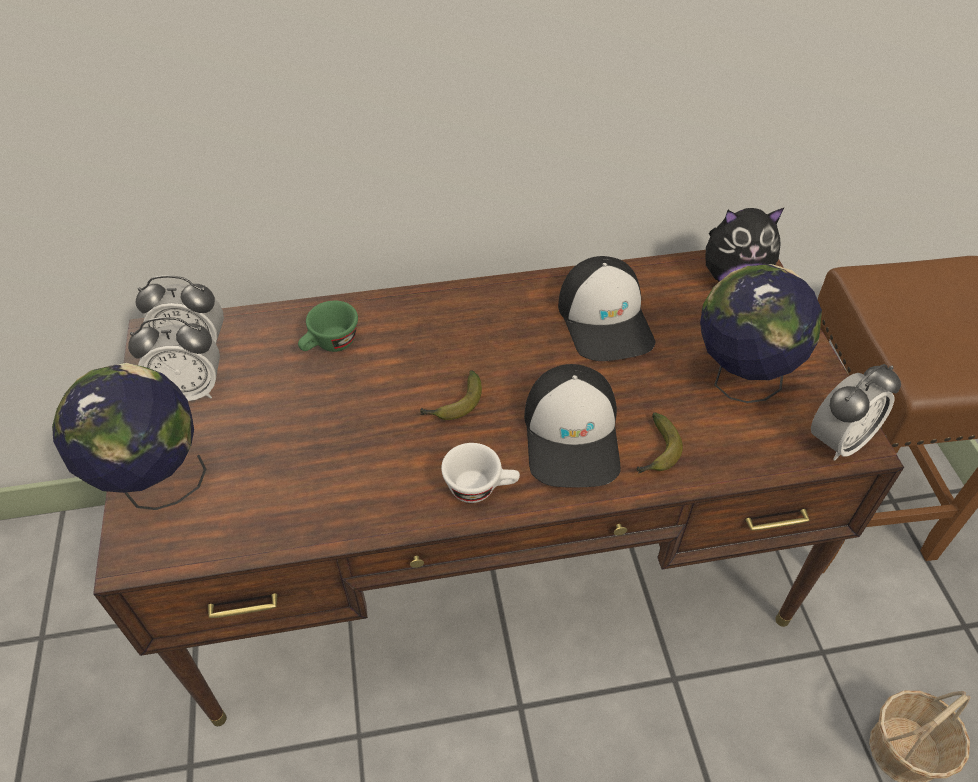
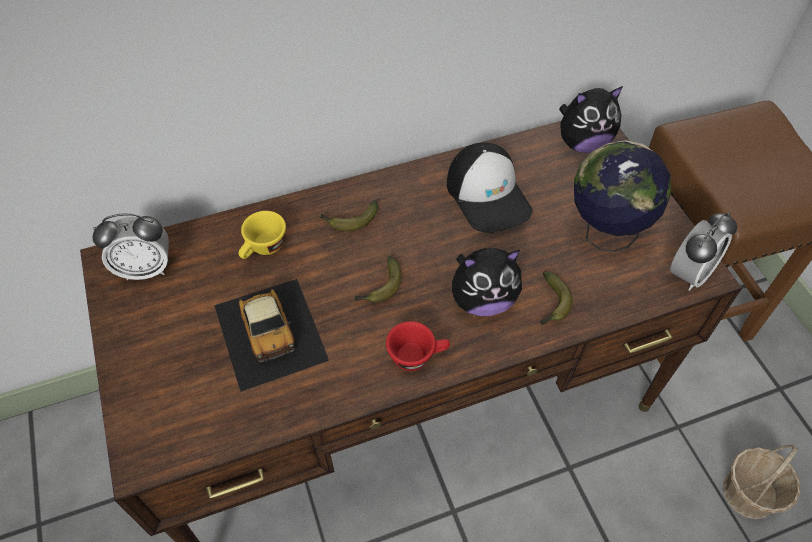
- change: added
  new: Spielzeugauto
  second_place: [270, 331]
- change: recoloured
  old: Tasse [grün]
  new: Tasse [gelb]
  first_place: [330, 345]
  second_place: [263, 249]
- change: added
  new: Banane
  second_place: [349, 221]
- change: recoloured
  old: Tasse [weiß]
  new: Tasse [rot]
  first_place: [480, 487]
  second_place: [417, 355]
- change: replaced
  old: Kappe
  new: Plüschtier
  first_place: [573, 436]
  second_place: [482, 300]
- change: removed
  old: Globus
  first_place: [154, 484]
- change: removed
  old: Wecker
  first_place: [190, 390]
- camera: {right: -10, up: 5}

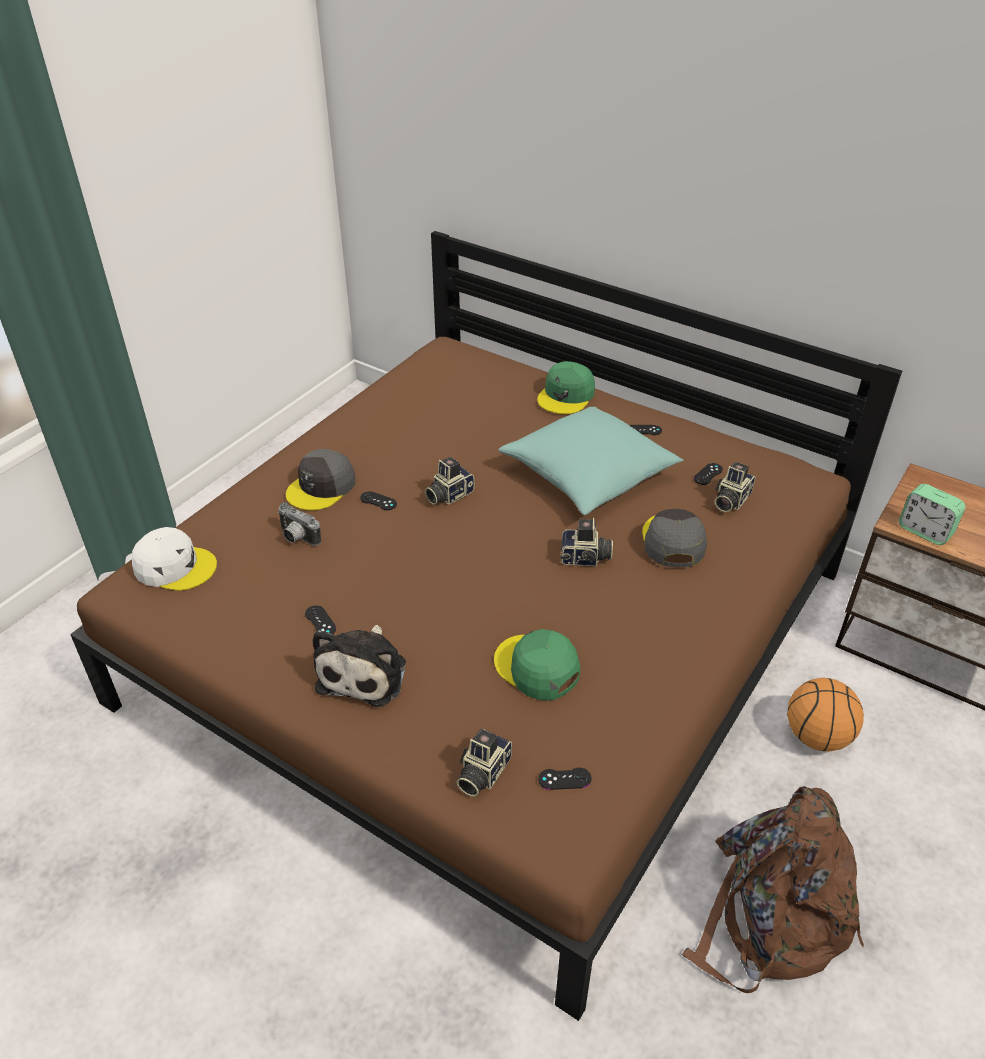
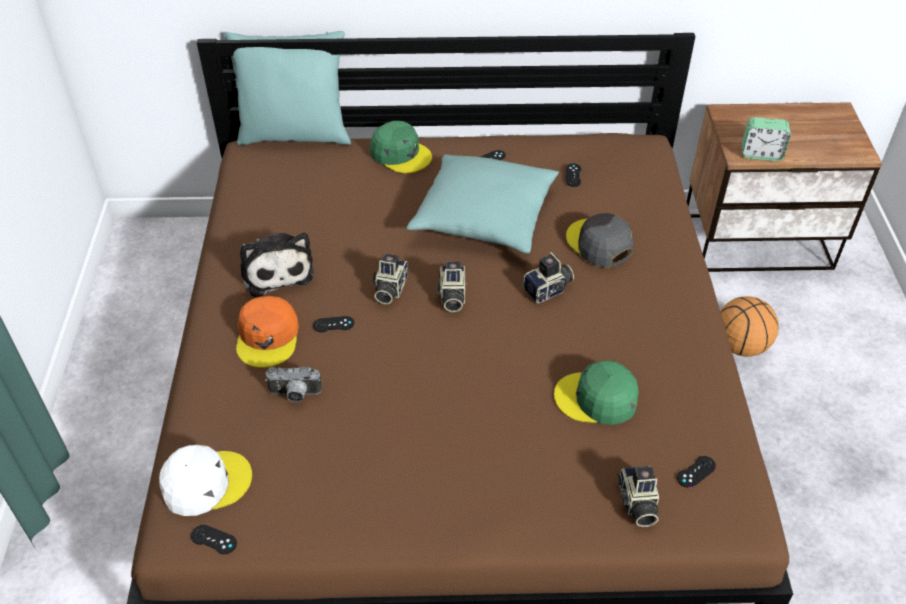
- change: moved
  old: Gamepad [schwarz]
  first_place: [320, 621]
  second_place: [214, 539]
- change: added
  new: Kissen [türkis]
  second_place: [295, 135]
- change: recoloured
  old: Kappe [grau]
  new: Kappe [orange]
  first_place: [322, 487]
  second_place: [268, 337]
- change: moved
  old: Plüschtier
  first_place: [365, 672]
  second_place: [276, 270]
- change: turned
  old: Kappe [grün]
  first_place: [566, 395]
  second_place: [400, 154]
  degrees: -45
- change: moved
  old: Kamera
  first_place: [730, 500]
  second_place: [451, 296]
- change: removed
  old: Rucksack [braun]
  first_place: [770, 915]
- camera: {right: -35, up: 5}

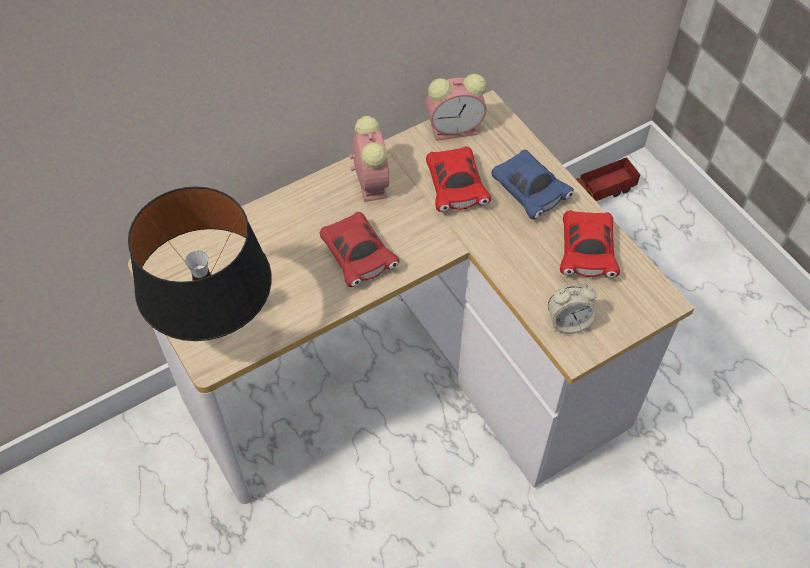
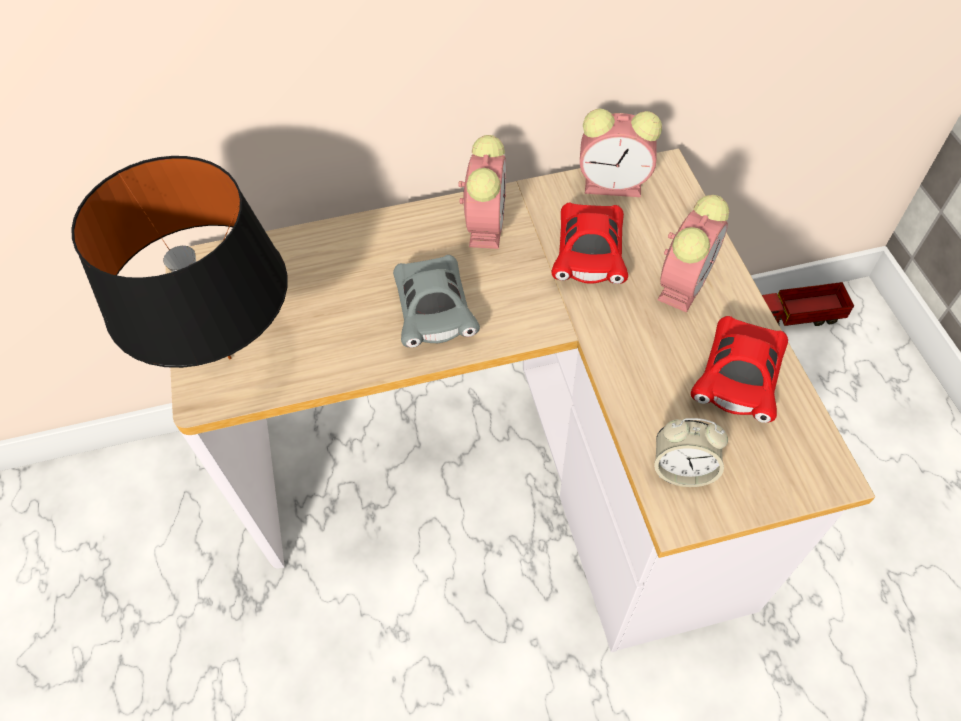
- change: recoloured
  old: Spielzeugauto [rot]
  new: Spielzeugauto [grau]
  first_place: [358, 257]
  second_place: [434, 312]
- change: replaced
  old: Spielzeugauto [blau]
  new: Wecker
  first_place: [529, 193]
  second_place: [684, 283]
- camera: {right: 20, up: 0}

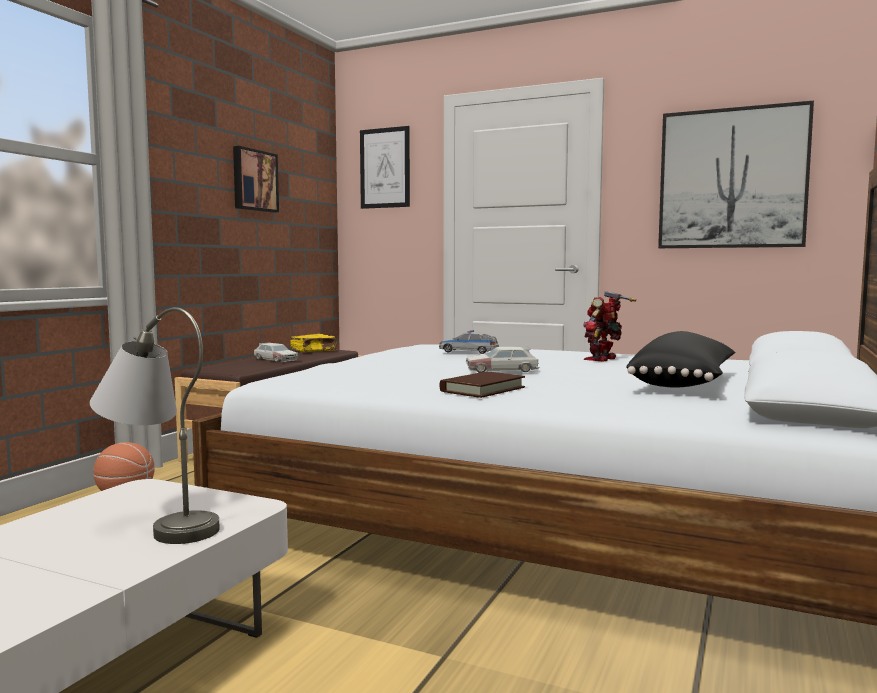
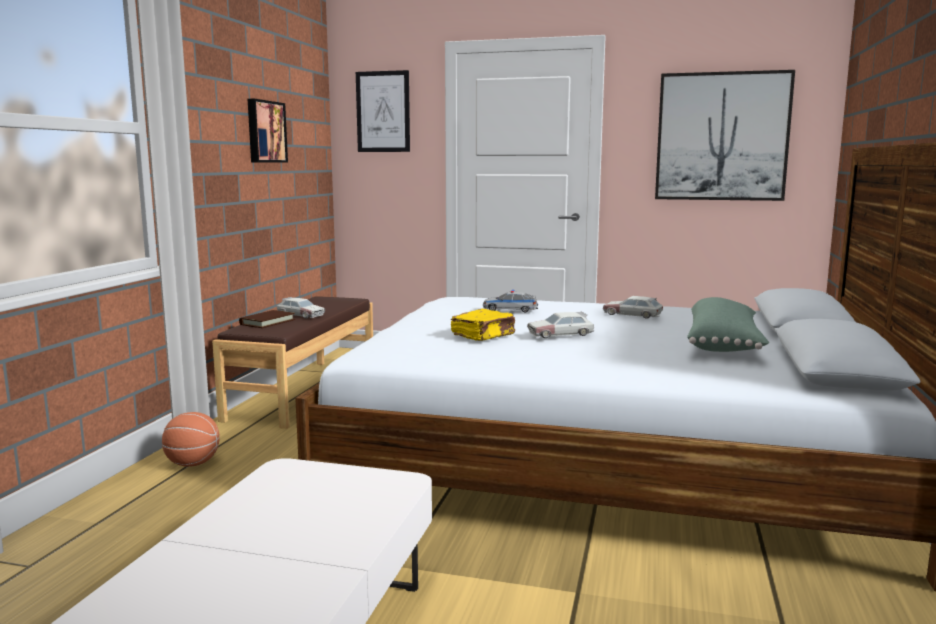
- change: moved
  old: Buch [braun]
  first_place: [482, 389]
  second_place: [267, 322]
- change: moved
  old: Buch [gelb]
  first_place: [314, 351]
  second_place: [484, 336]
- change: replaced
  old: Spielzeugroboter
  new: Spielzeugauto
  first_place: [603, 359]
  second_place: [633, 315]
- change: recoloured
  old: Kissen [schwarz]
  new: Kissen [grün]
  first_place: [685, 384]
  second_place: [724, 344]
- change: removed
  old: Tischlampe [grau]
  first_place: [159, 523]
- camera: {right: -10, up: 5}

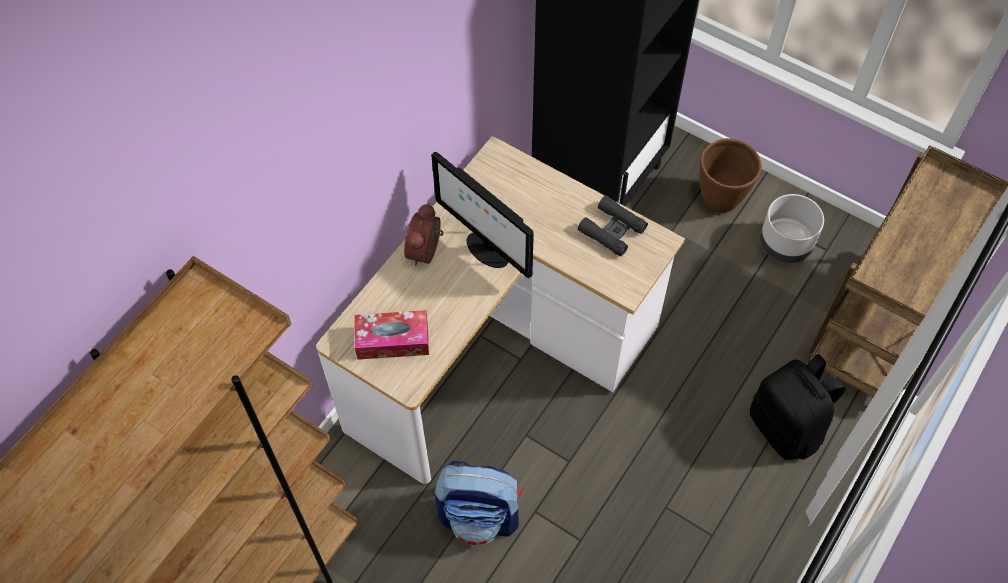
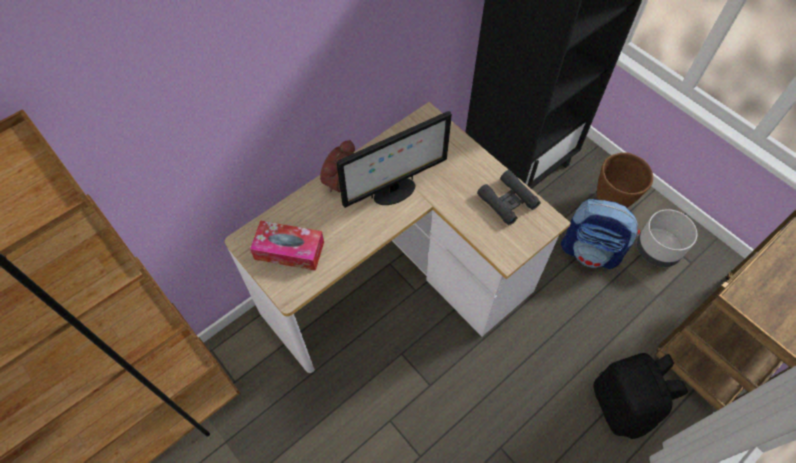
- change: turned
  old: Monitor
  first_place: [486, 249]
  second_place: [394, 192]
  degrees: -90
- change: moved
  old: Rucksack
  first_place: [480, 516]
  second_place: [590, 251]
- camera: {right: 15, up: 0}

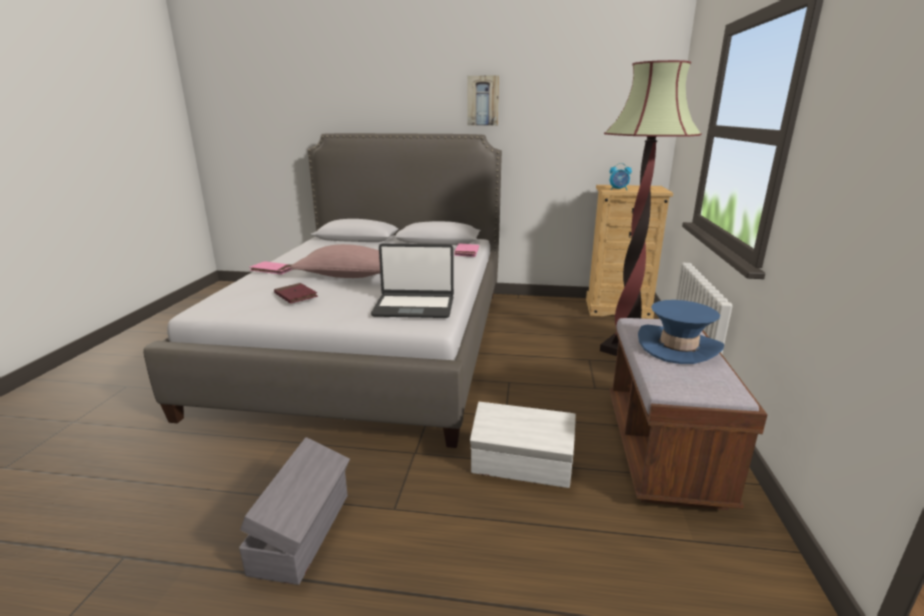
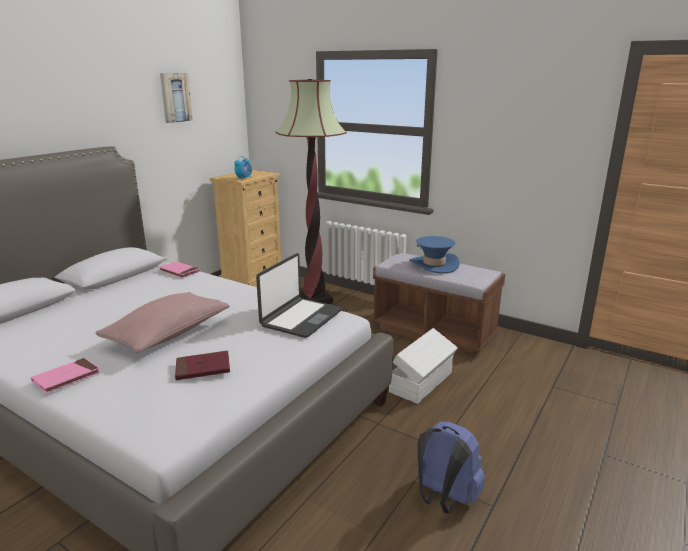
- change: moved
  old: Bild
  first_place: [483, 101]
  second_place: [175, 97]
- change: replaced
  old: Aufbewahrungsbox [grau]
  new: Rucksack [blau]
  first_place: [303, 531]
  second_place: [444, 498]
- camera: {right: -65, up: 0}

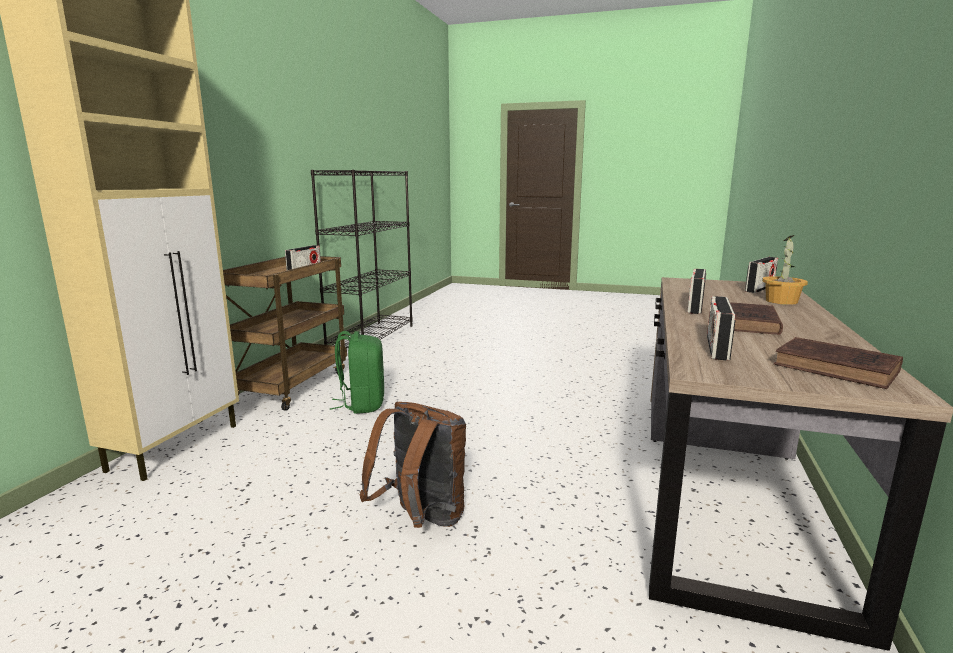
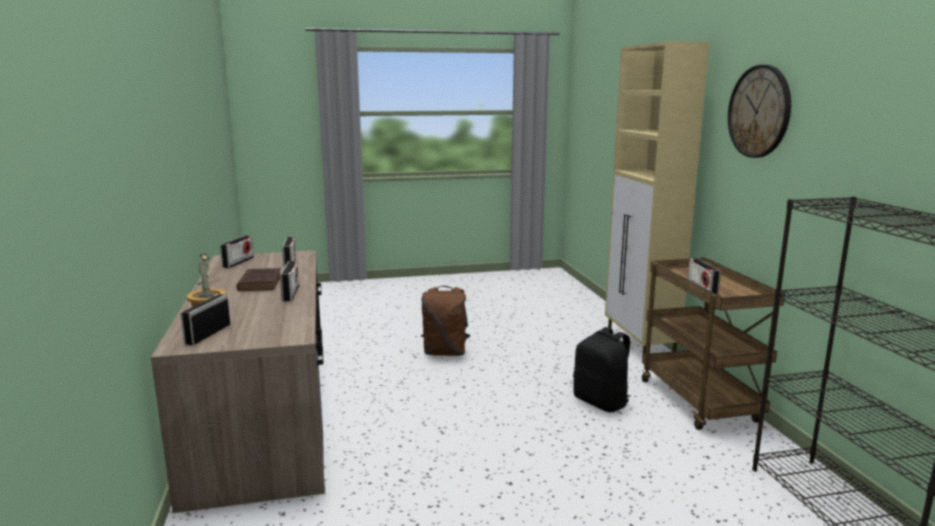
- change: replaced
  old: Buch [braun]
  new: Radio
  first_place: [839, 369]
  second_place: [238, 262]
- change: recoloured
  old: Rucksack [grün]
  new: Rucksack [schwarz]
  first_place: [362, 404]
  second_place: [601, 402]
- change: added
  new: Wanduhr
  second_place: [759, 111]
- camera: {right: 150, up: 0}

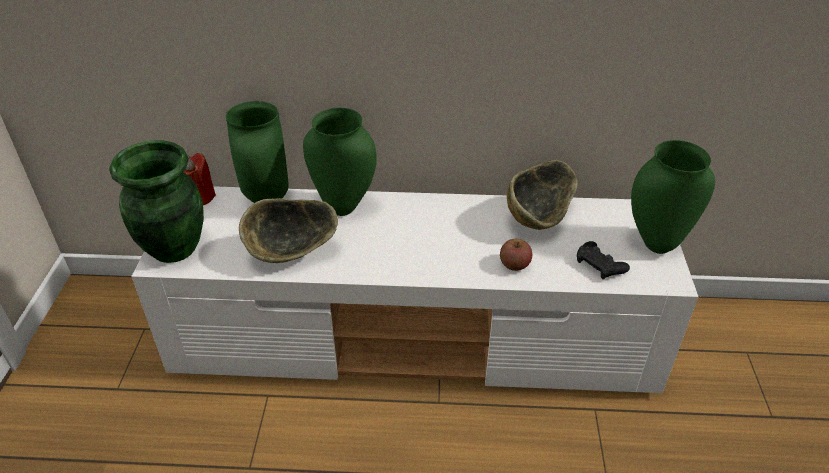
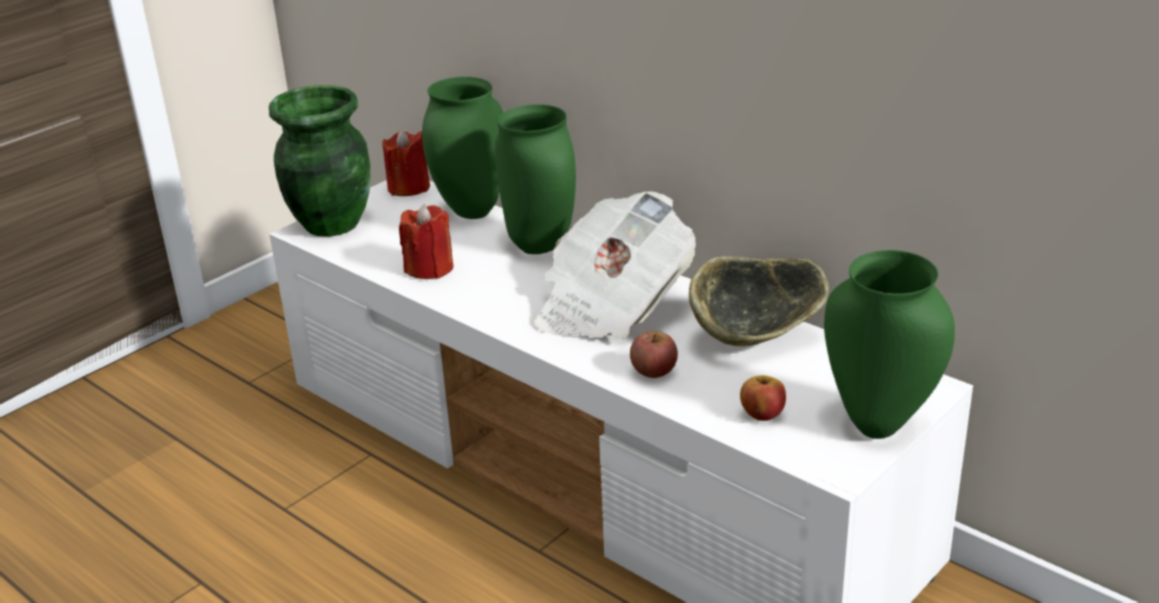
- change: replaced
  old: Schüssel
  new: Kerze [rot]
  first_place: [291, 253]
  second_place: [429, 268]
- change: added
  new: Zeitung
  second_place: [611, 305]
- change: replaced
  old: Gamepad [schwarz]
  new: Apfel
  first_place: [599, 265]
  second_place: [762, 414]
- camera: {right: 40, up: -10}

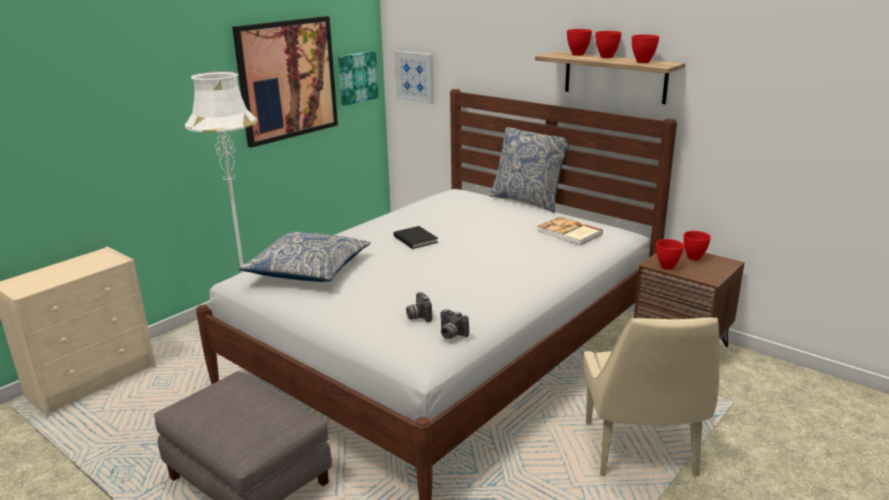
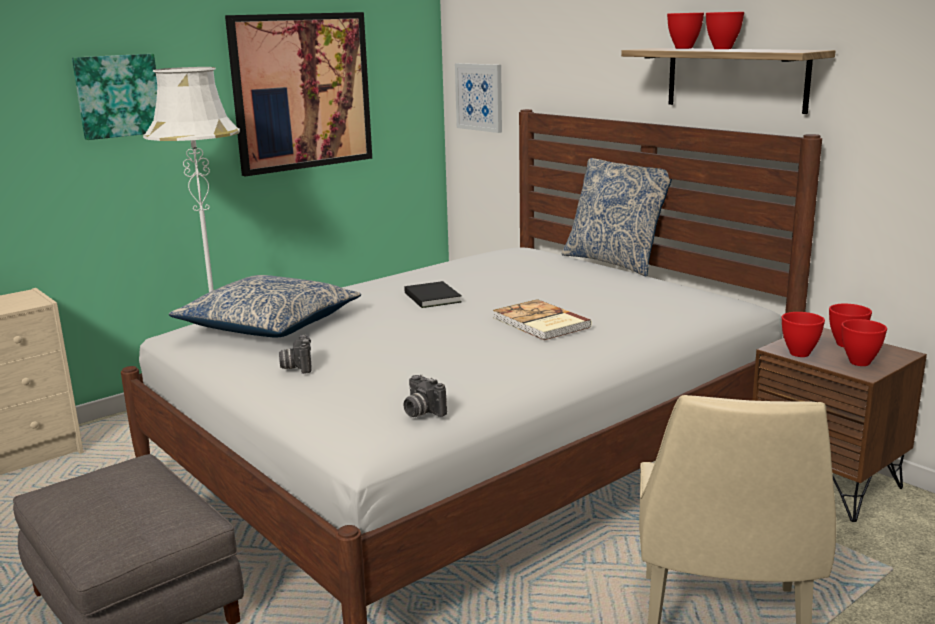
- change: moved
  old: Bild
  first_place: [357, 77]
  second_place: [118, 96]
- change: moved
  old: Kamera
  first_place: [418, 316]
  second_place: [296, 367]
- change: moved
  old: Buch
  first_place: [569, 233]
  second_place: [540, 323]
- change: moved
  old: Schüssel [rot]
  first_place: [642, 62]
  second_place: [859, 362]
- camera: {right: 10, up: -5}

